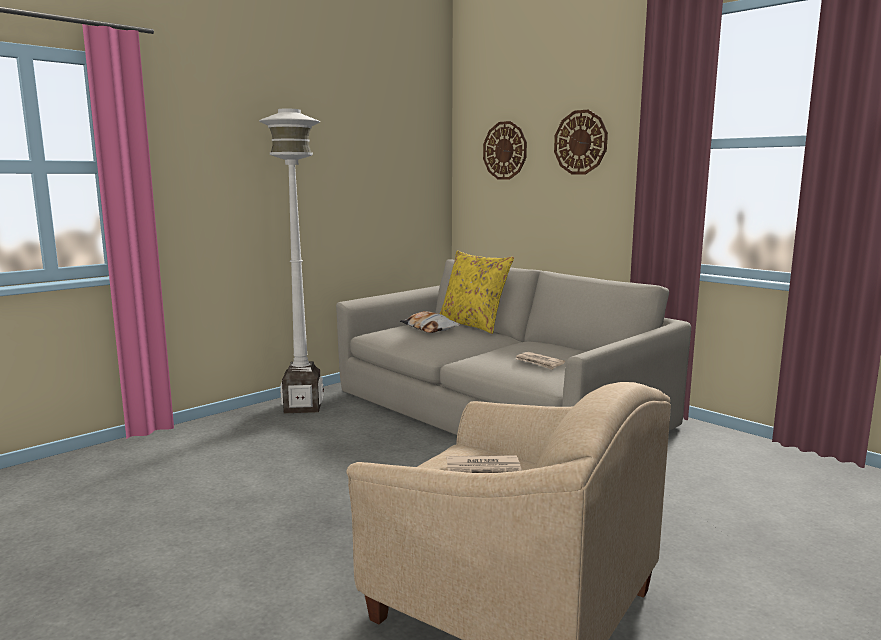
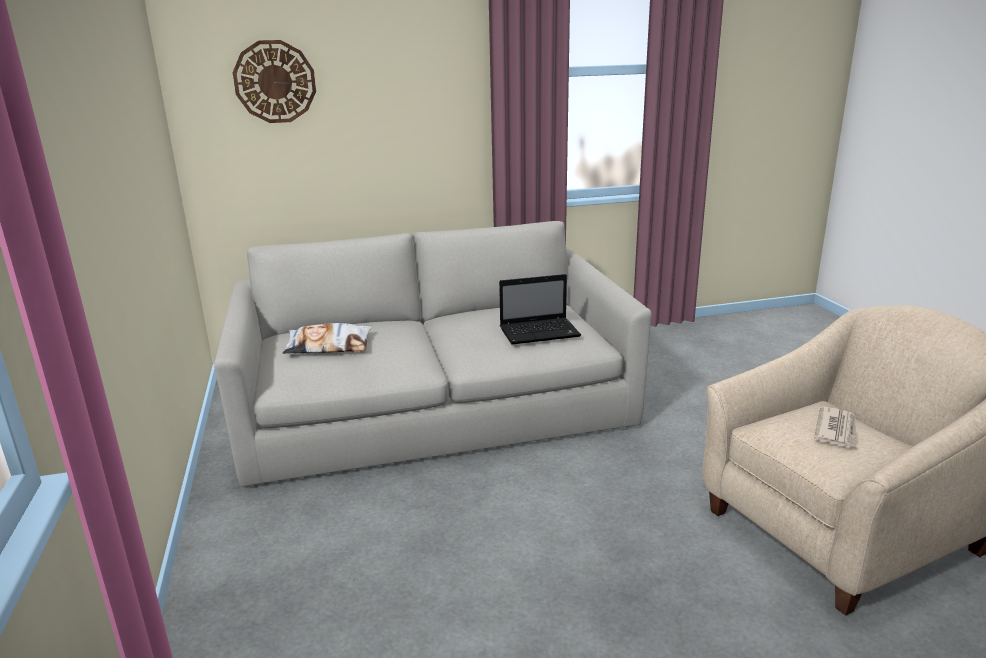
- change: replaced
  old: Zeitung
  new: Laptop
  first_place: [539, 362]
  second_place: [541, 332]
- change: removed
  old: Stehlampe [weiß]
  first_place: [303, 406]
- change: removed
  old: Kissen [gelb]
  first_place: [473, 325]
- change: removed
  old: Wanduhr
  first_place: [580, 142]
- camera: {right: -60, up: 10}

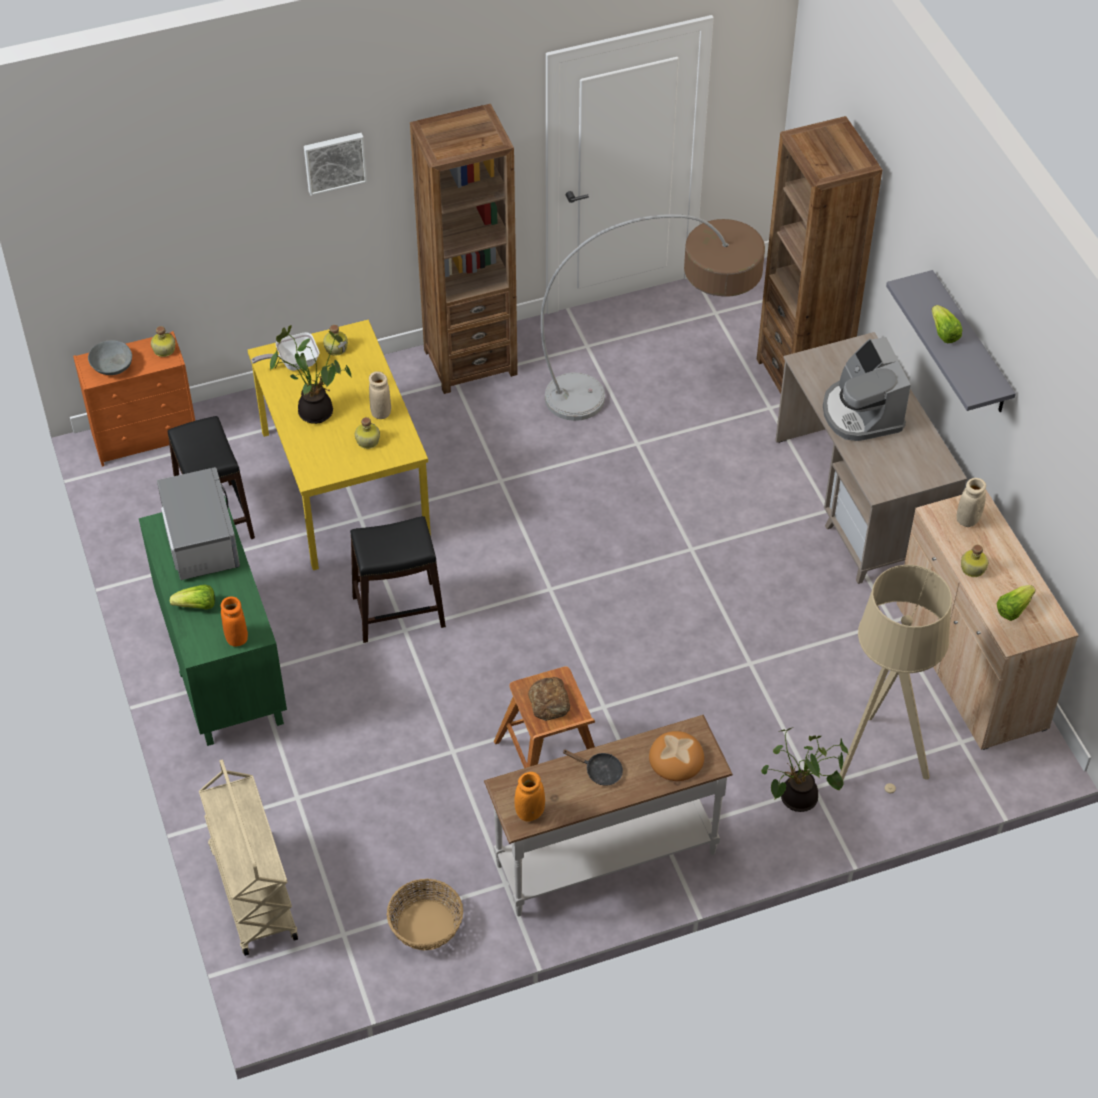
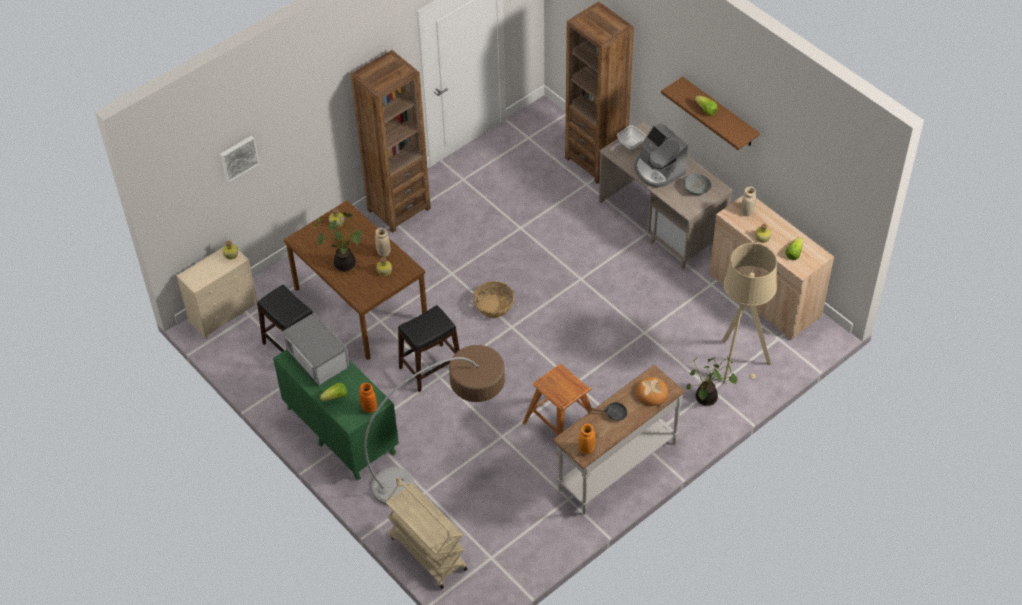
- change: recoloured
  old: Kommode [orange]
  new: Kommode [beige]
  first_place: [146, 436]
  second_place: [224, 313]
- change: moved
  old: Bild
  first_place: [334, 162]
  second_place: [238, 157]
- change: recoloured
  old: Esstisch [gelb]
  new: Esstisch [braun]
  first_place: [343, 483]
  second_place: [359, 304]
- change: moved
  old: Stehlampe
  first_place: [656, 389]
  second_place: [445, 462]
- change: moved
  old: Korb
  first_place: [426, 925]
  second_place: [494, 306]
- change: moved
  old: Pfanne
  first_place: [294, 363]
  second_place: [628, 145]
- change: recoloured
  old: Wandregal [grau]
  new: Wandregal [braun]
  first_place: [970, 345]
  second_place: [719, 113]
- change: moved
  old: Schüssel [grau]
  first_place: [111, 367]
  second_place: [696, 190]
- change: removed
  old: Brot
  first_place: [550, 702]
- camera: {right: -20, up: 0}

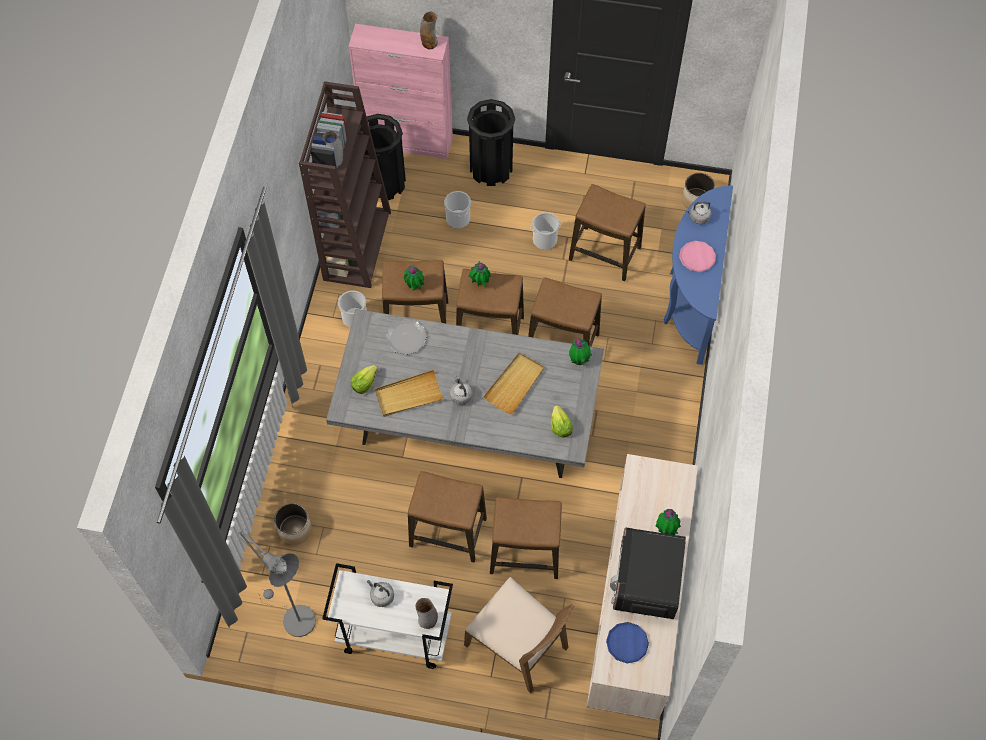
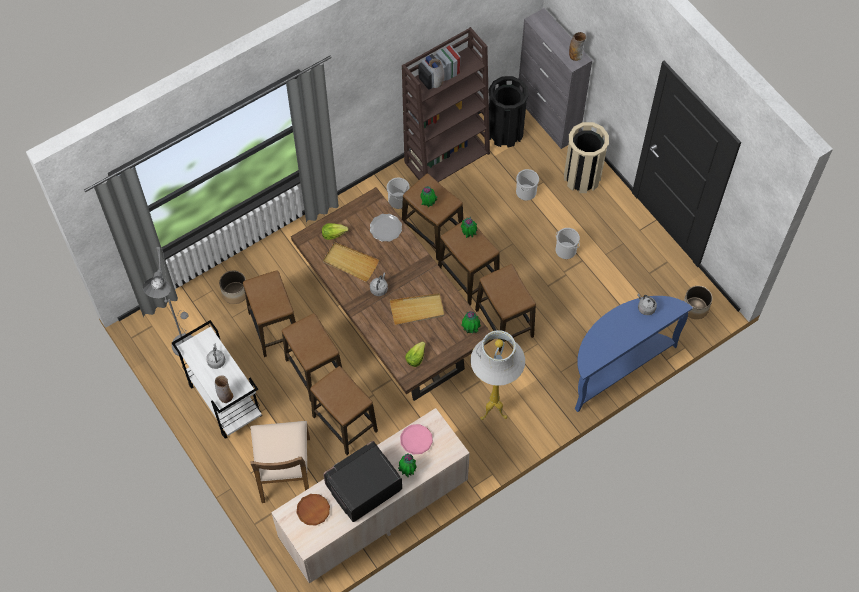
- change: moved
  old: Hocker
  first_place: [604, 254]
  second_place: [274, 328]
- change: recoloured
  old: Esstisch [grau]
  new: Esstisch [braun]
  first_place: [469, 428]
  second_place: [393, 323]
- change: recoloured
  old: Teller [blau]
  new: Teller [braun]
  first_place: [627, 643]
  second_place: [313, 510]
- change: moved
  old: Teller [rosa]
  first_place: [697, 258]
  second_place: [416, 440]
- change: added
  new: Stehlampe [weiß]
  second_place: [492, 413]
- change: recoloured
  old: Schrank [rosa]
  new: Schrank [grau]
  first_place: [408, 142]
  second_place: [548, 118]
- change: recoloured
  old: Mülleimer [schwarz]
  new: Mülleimer [beige]
  first_place: [491, 168]
  second_place: [582, 177]
- camera: {right: 45, up: 0}

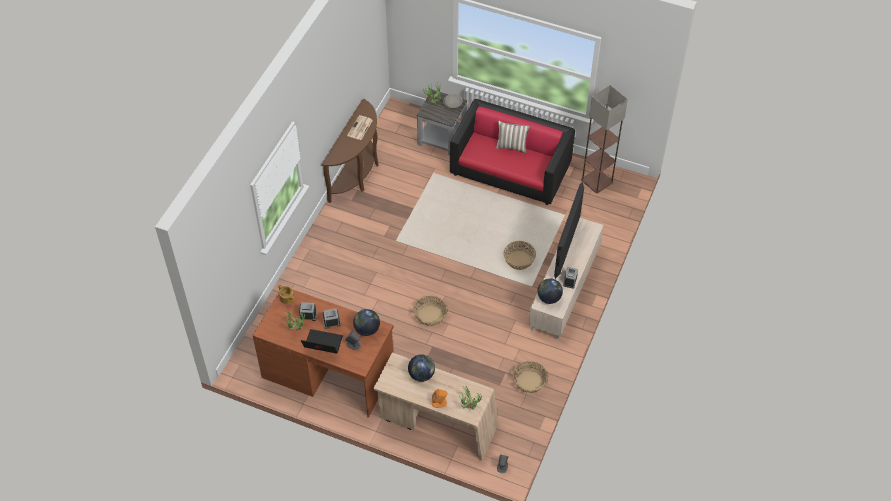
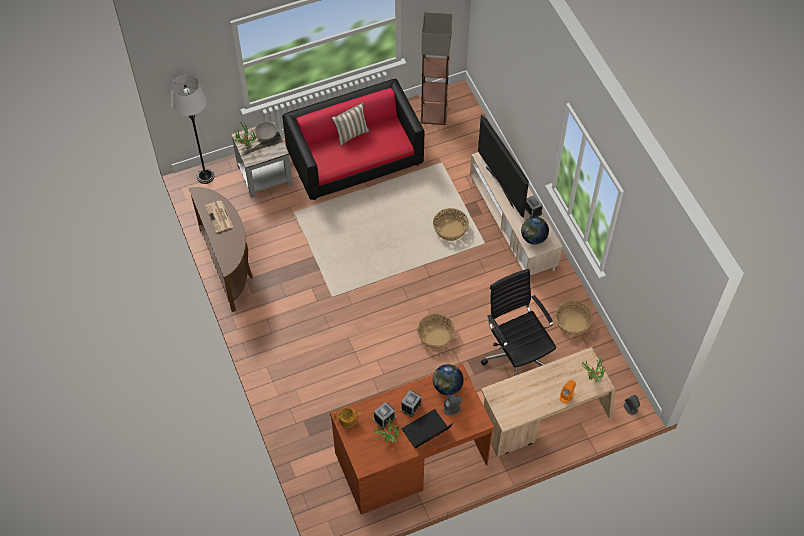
- change: added
  new: Stehlampe [weiß]
  second_place: [205, 176]
- change: added
  new: Bürostuhl [schwarz]
  second_place: [516, 356]
- change: removed
  old: Globus
  first_place: [421, 375]
- camera: {right: -45, up: 5}

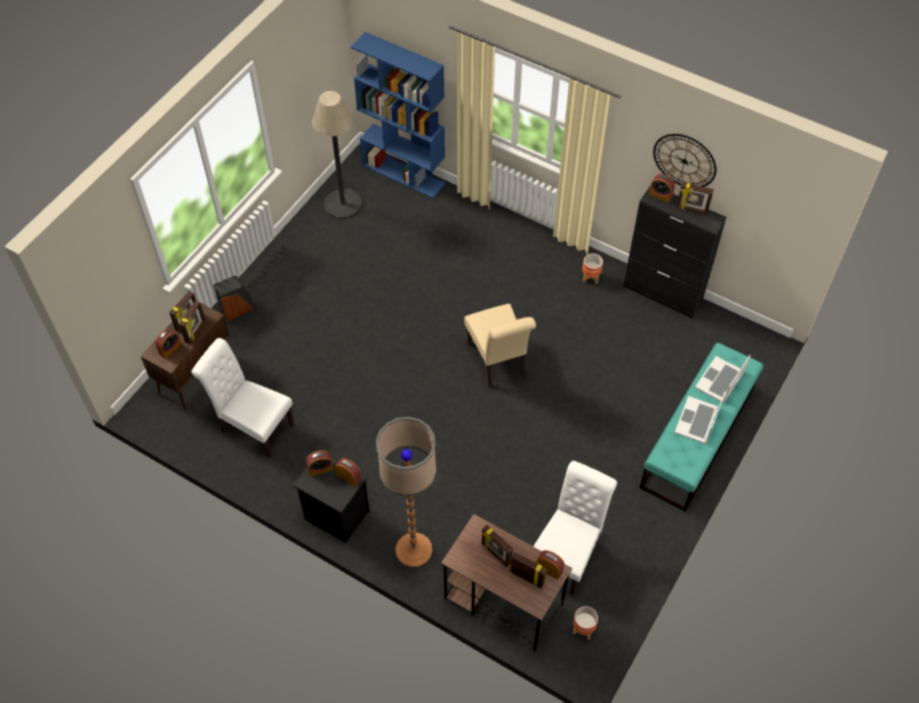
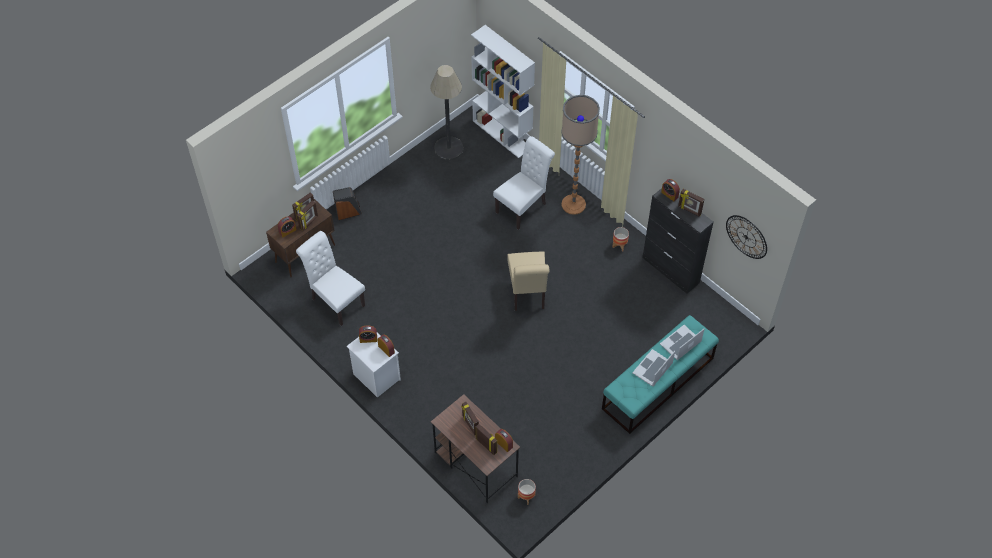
- change: recoloured
  old: Nachttisch [schwarz]
  new: Nachttisch [weiß]
  first_place: [335, 515]
  second_place: [375, 376]
- change: recoloured
  old: Bücherregal [blau]
  new: Bücherregal [weiß]
  first_place: [404, 174]
  second_place: [502, 134]
- change: moved
  old: Stuhl [weiß]
  first_place: [567, 554]
  second_place: [523, 206]
- change: moved
  old: Stehlampe
  first_place: [413, 550]
  second_place: [573, 204]
- change: moved
  old: Wanduhr
  first_place: [684, 161]
  second_place: [746, 237]
- camera: {right: 15, up: 0}

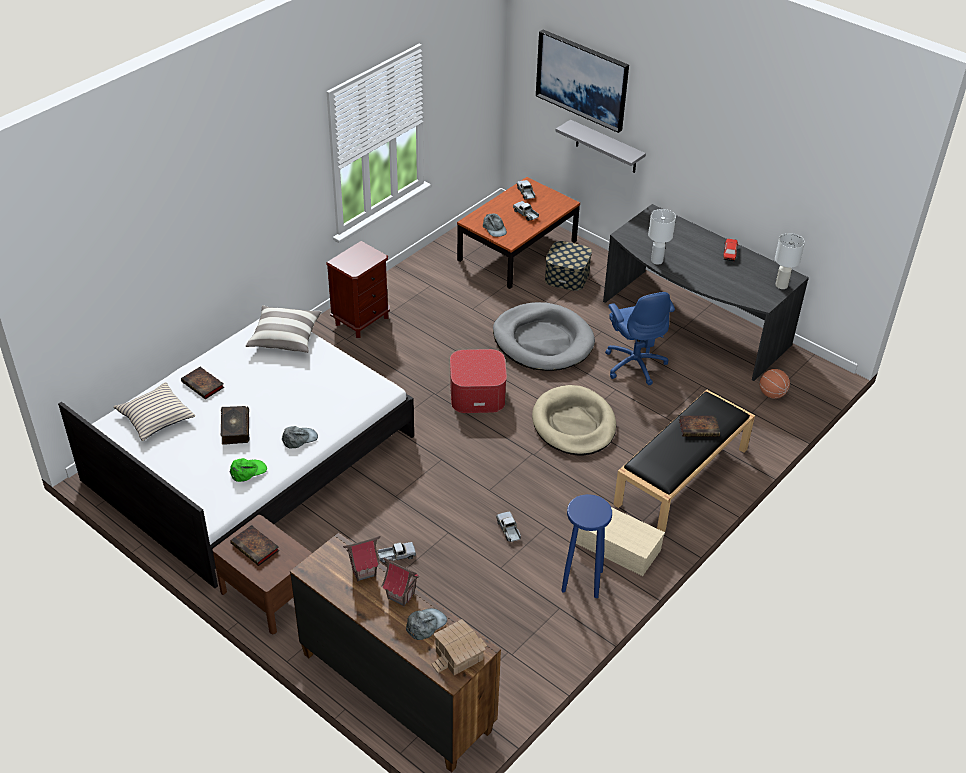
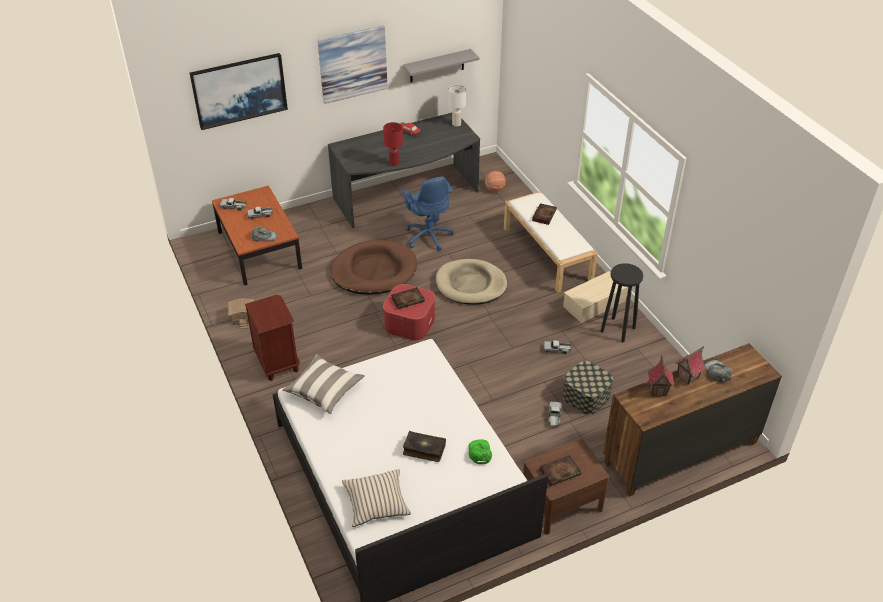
- change: moved
  old: Spielzeughaus
  first_place: [460, 656]
  second_place: [243, 317]
- change: added
  new: Bild
  second_place: [353, 64]
- change: recoloured
  old: Hundebett [grau]
  new: Hundebett [braun]
  first_place: [543, 341]
  second_place: [374, 271]
- change: recoloured
  old: Tischlampe [weiß]
  new: Tischlampe [rot]
  first_place: [656, 261]
  second_place: [394, 163]
- change: moved
  old: Buch
  first_place: [204, 385]
  second_place: [408, 299]
- change: turned
  old: Bürostuhl [blau]
  first_place: [635, 364]
  second_place: [428, 236]
  degrees: 60
- change: moved
  old: Wandregal [grau]
  first_place: [606, 147]
  second_place: [437, 66]
- change: recoloured
  old: Bank [schwarz]
  new: Bank [weiß]
  first_place: [681, 477]
  second_place: [548, 254]
- change: moved
  old: Aufbewahrungsbox
  first_place: [567, 276]
  second_place: [586, 396]
- change: recoloured
  old: Hocker [blau]
  new: Hocker [schwarz]
  first_place: [581, 580]
  second_place: [617, 330]
- change: removed
  old: Kappe [grau]
  first_place: [299, 438]
- camera: {right: -65, up: 0}

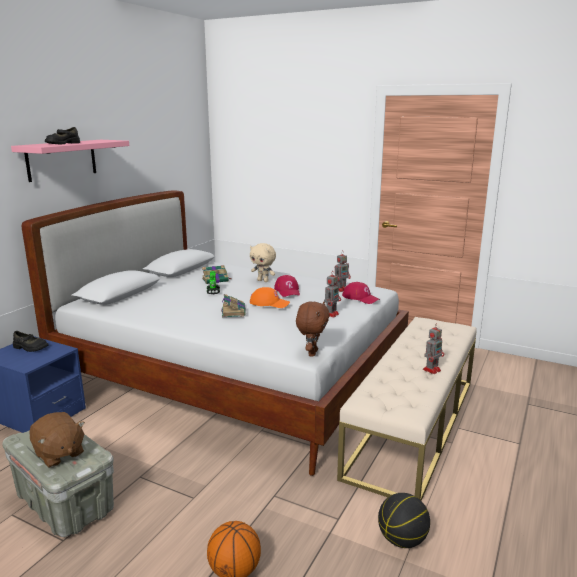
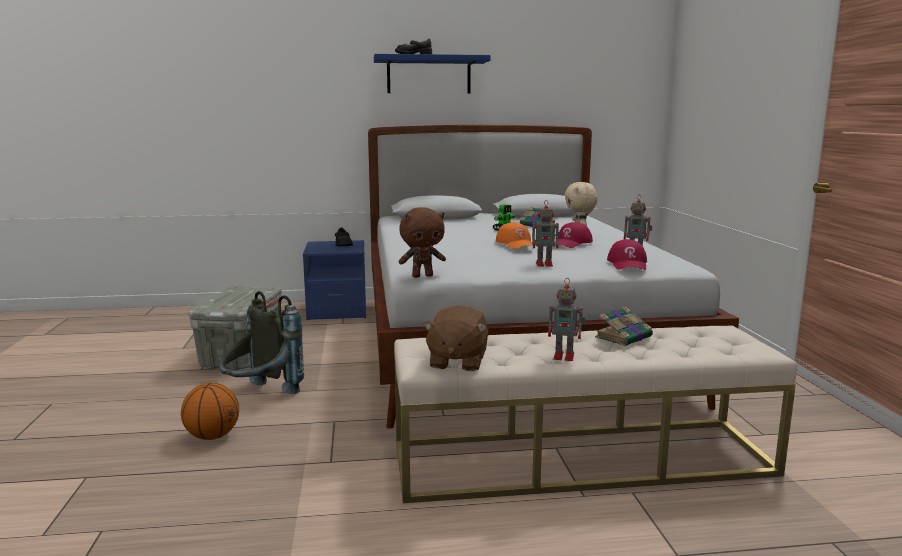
- change: added
  new: Rucksack [grau]
  second_place: [261, 396]
- change: recoloured
  old: Wandregal [rosa]
  new: Wandregal [blau]
  first_place: [62, 160]
  second_place: [429, 75]
- change: moved
  old: Plüschtier [braun]
  first_place: [59, 454]
  second_place: [457, 362]
- change: moved
  old: Buch
  first_place: [233, 311]
  second_place: [624, 337]
- change: removed
  old: Basketball
  first_place: [402, 540]
- camera: {right: 55, up: -5}

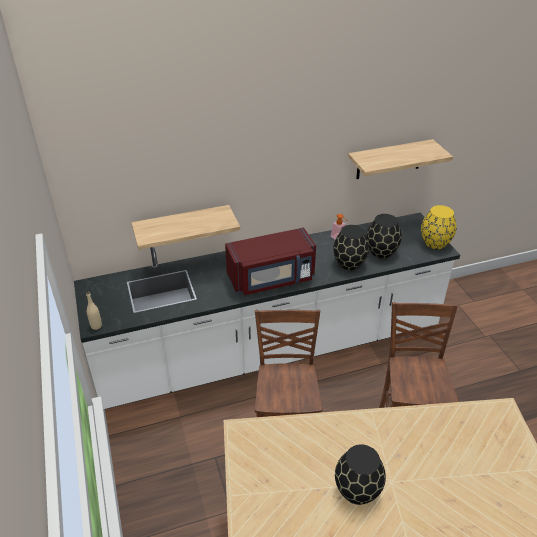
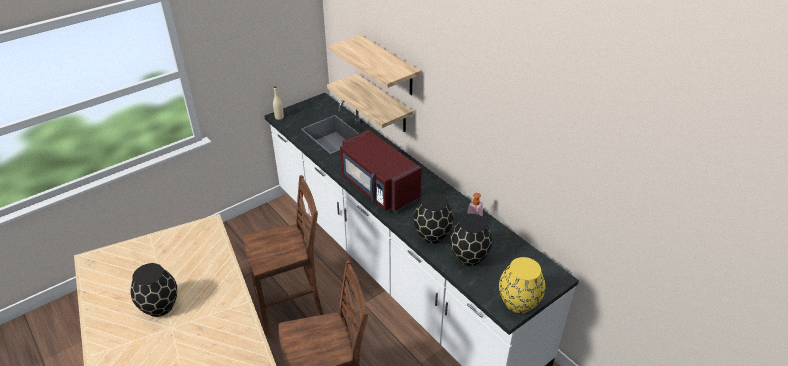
- change: moved
  old: Wandregal
  first_place: [389, 159]
  second_place: [389, 66]
- camera: {right: 70, up: 0}

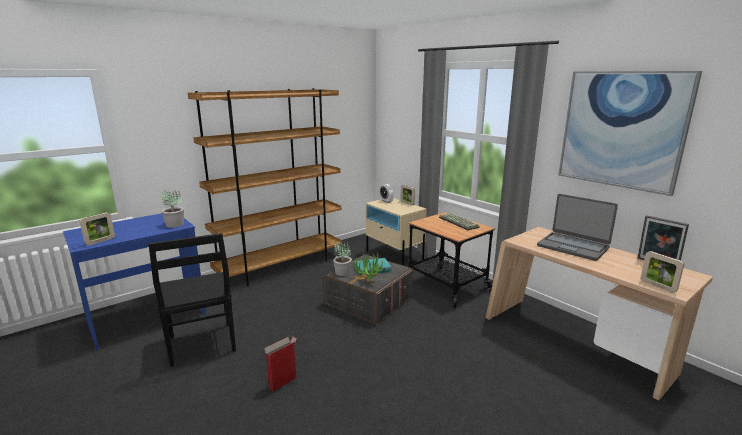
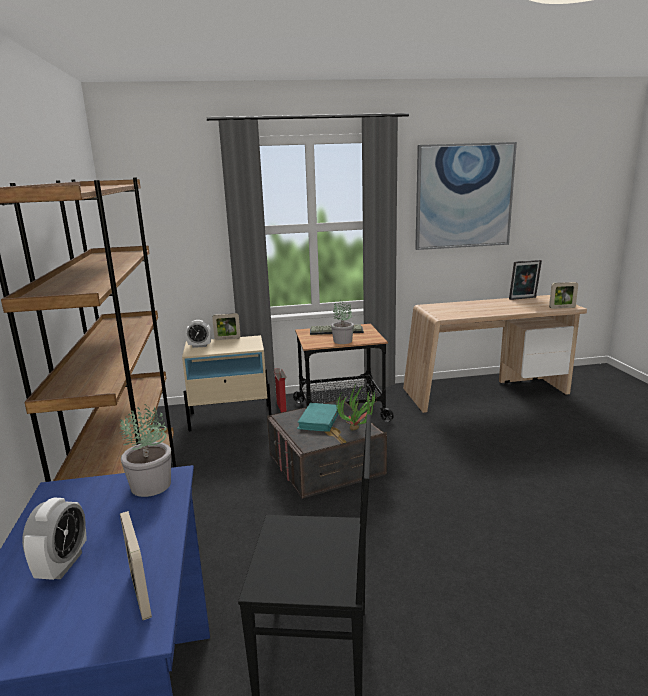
- change: added
  new: Wecker
  second_place: [62, 565]
- change: moved
  old: Karton
  first_place: [283, 382]
  second_place: [281, 407]
- change: moved
  old: Topfpflanze
  first_place: [342, 272]
  second_place: [342, 341]
- change: removed
  old: Laptop
  first_place: [573, 247]
- camera: {right: -60, up: 0}

